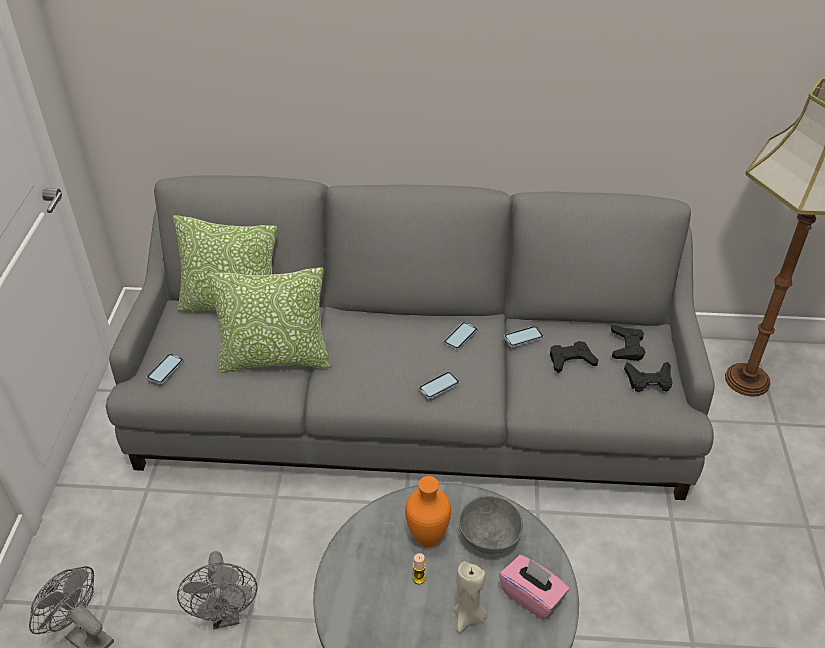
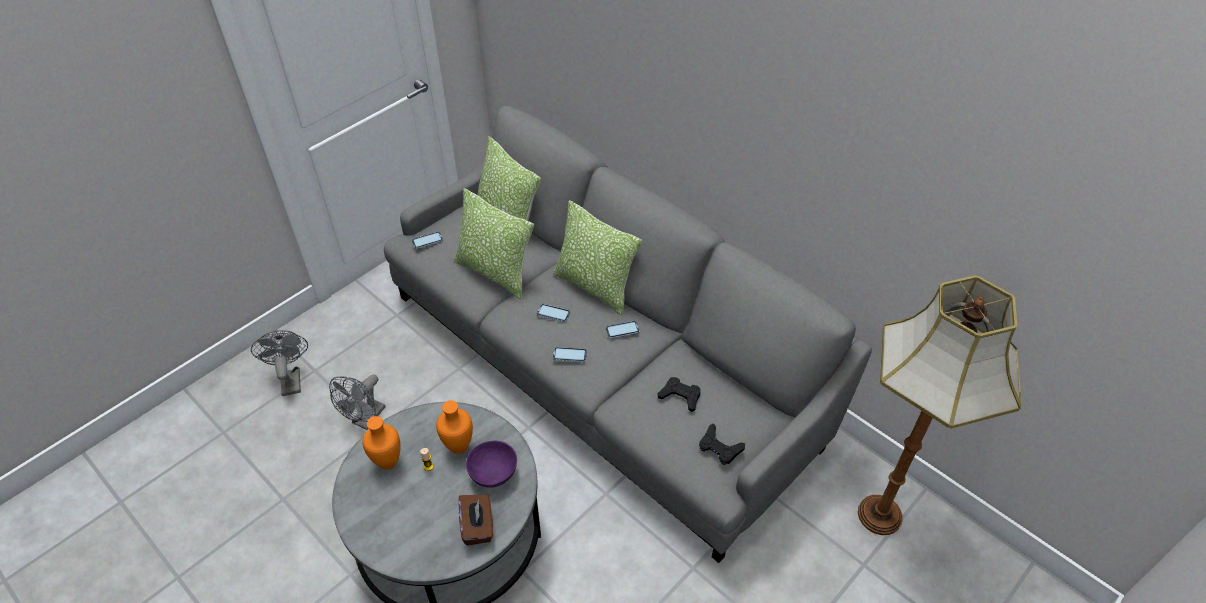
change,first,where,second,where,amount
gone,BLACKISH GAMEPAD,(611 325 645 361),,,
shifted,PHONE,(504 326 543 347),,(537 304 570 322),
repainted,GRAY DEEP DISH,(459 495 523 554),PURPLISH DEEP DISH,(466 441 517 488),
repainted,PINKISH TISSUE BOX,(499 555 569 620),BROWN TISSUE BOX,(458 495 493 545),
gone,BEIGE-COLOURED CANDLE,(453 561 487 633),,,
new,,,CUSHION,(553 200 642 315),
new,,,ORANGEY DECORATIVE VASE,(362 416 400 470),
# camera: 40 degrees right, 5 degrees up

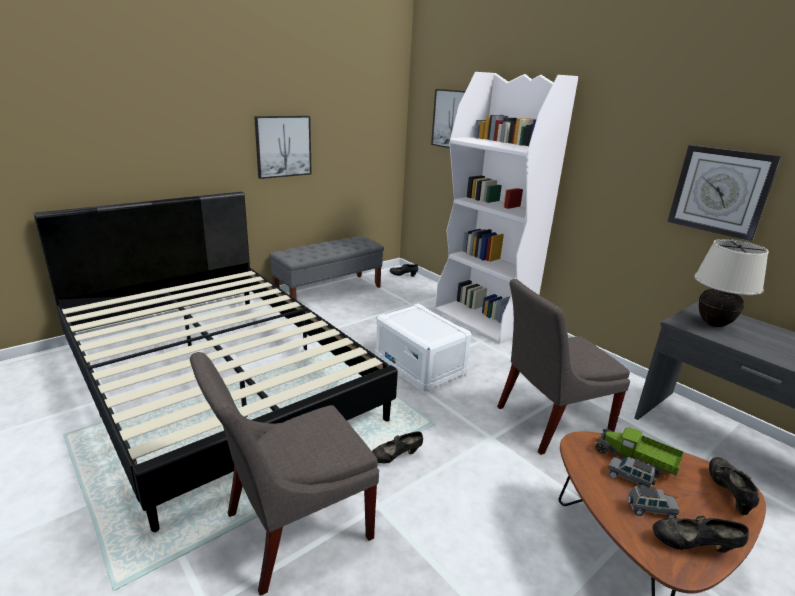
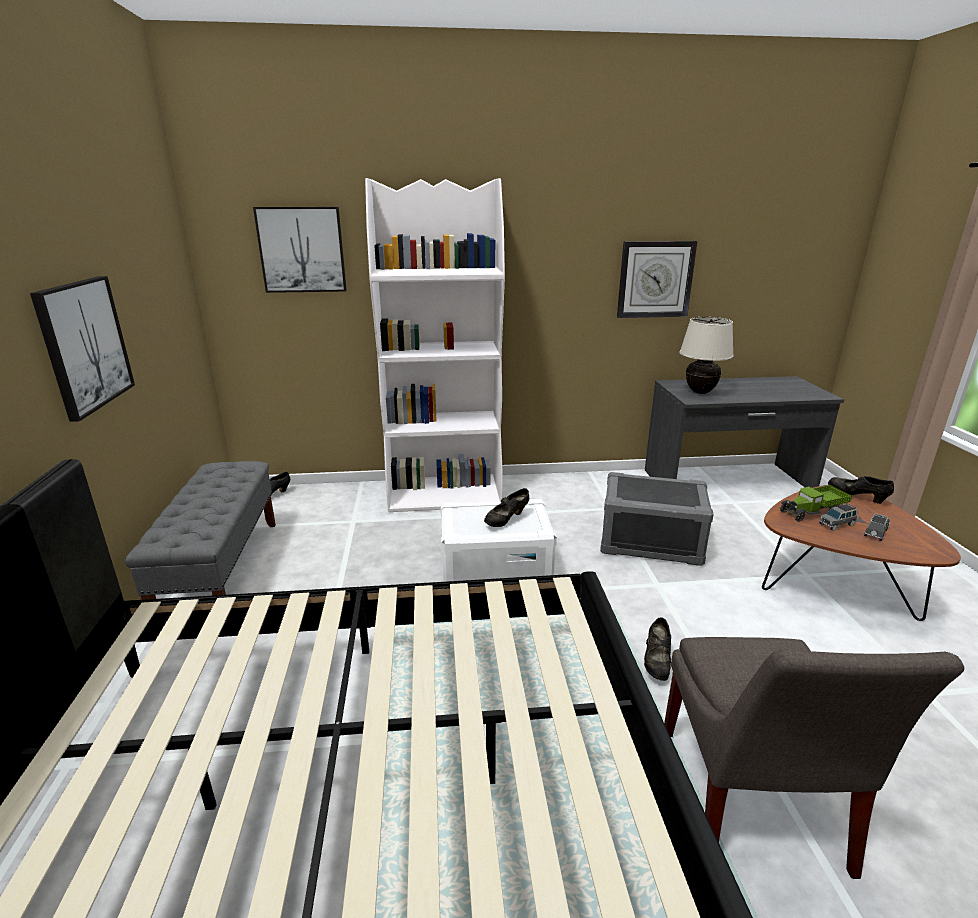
change,first,where,second,where,amount
swapped,GRAY UPRIGHT CHAIR,(497 279 630 455),GRAY STORAGE BIN,(600 472 714 566),
shifted,BLACKISH SHOE,(653 515 749 553),,(484 488 529 527),
# camera: 55 degrees left, 0 degrees up

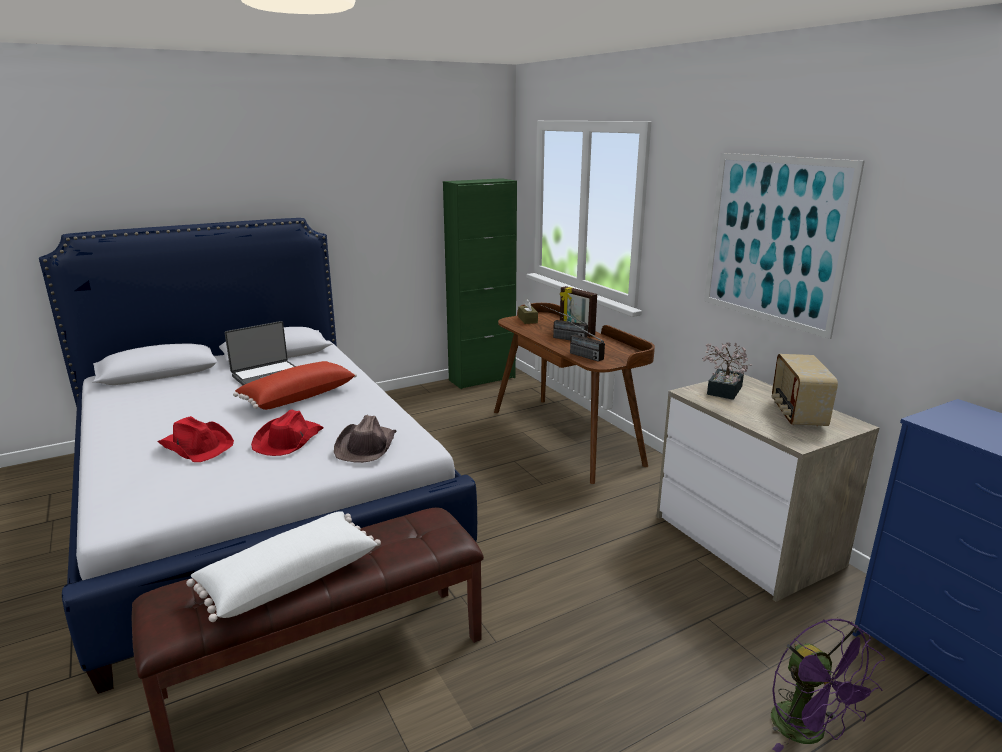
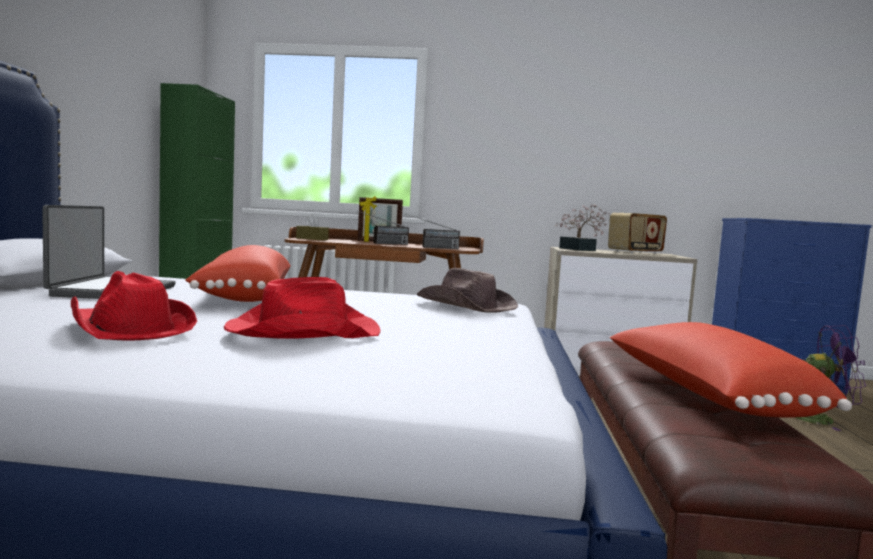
change,first,where,second,where,amount
gone,PICTURE,(704 153 865 339),,,
rotated,RADIO SET,(772 354 838 427),,(608 213 667 254),75 degrees counterclockwise
shifted,RED CLOTHING HAT,(251 410 324 456),,(71 271 197 340),
repainted,WHITISH CUSHION,(186 511 381 622),RED CUSHION,(610 322 852 418),
# camera: 55 degrees left, 15 degrees down

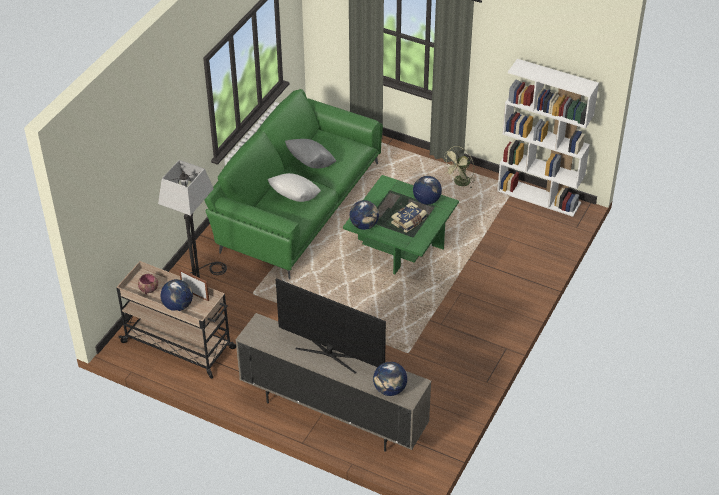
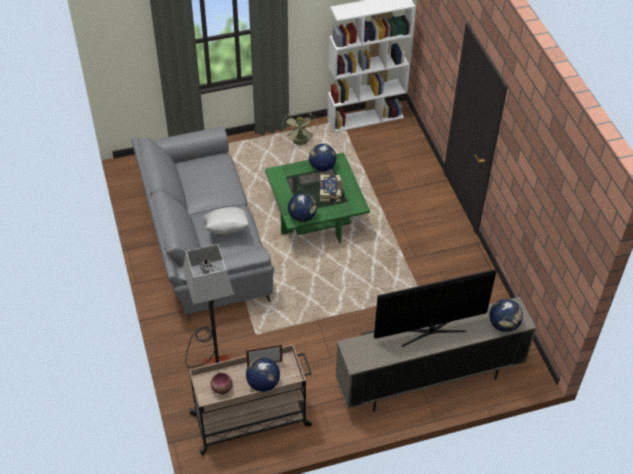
change,first,where,second,where,amount
repainted,GREEN-COLOURED SOFA,(204 89 383 279),GRAY SOFA,(131 127 274 322),
gone,GRAY CUSHION,(285 139 336 168),,,
# camera: 45 degrees left, 5 degrees up

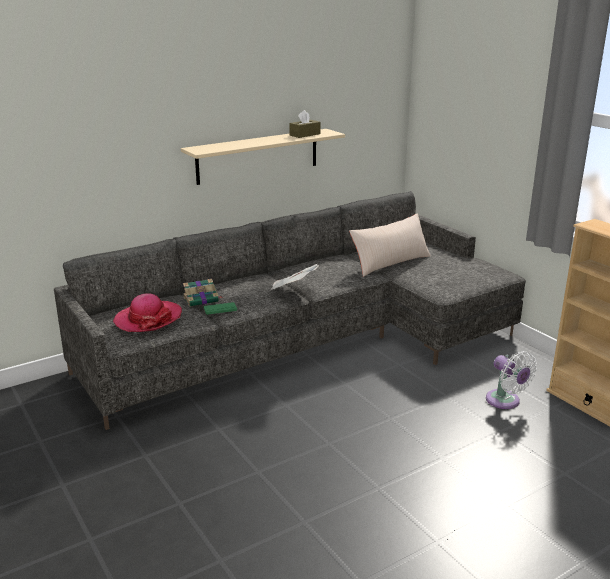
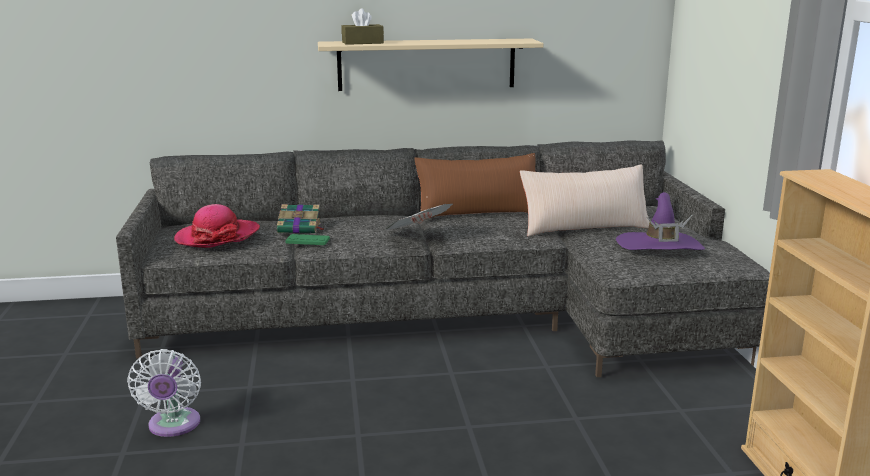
change,first,where,second,where,amount
shifted,BROWN TISSUE BOX,(289 110 321 138),,(342 8 384 45),
shifted,WHITISH COOLING FAN,(486 351 537 409),,(127 349 201 437),
new,,,BROWN CUSHION,(414 153 535 217),
new,,,PURPLISH CLOTHING HAT,(616 192 705 250),
# camera: 25 degrees right, 5 degrees down

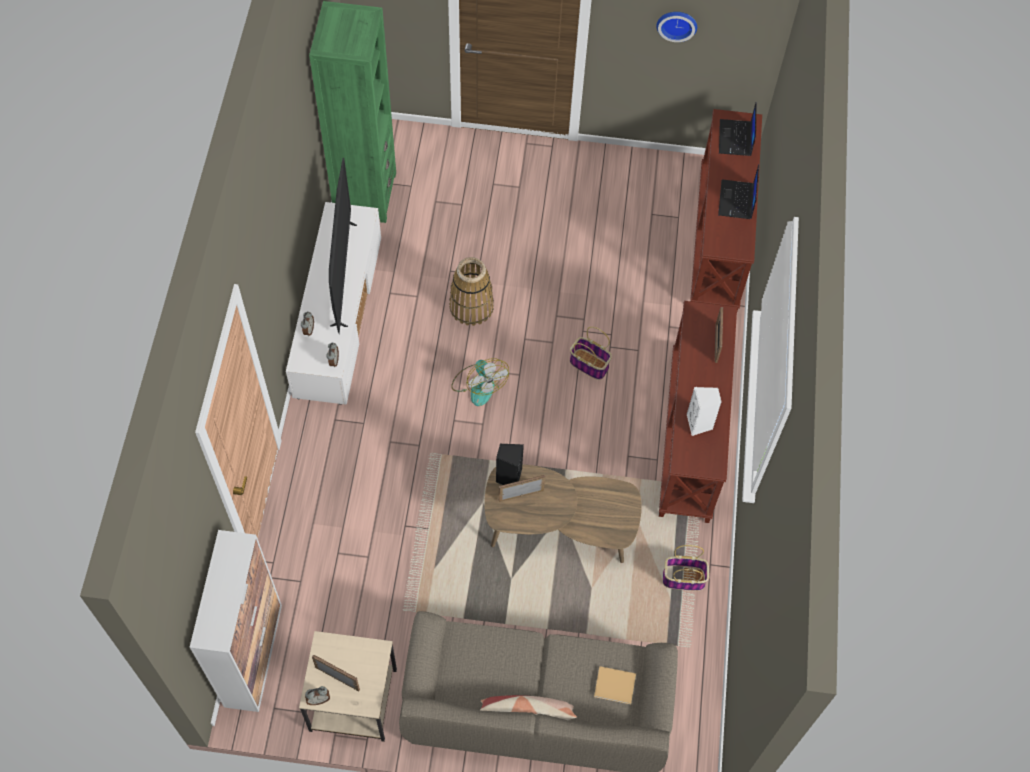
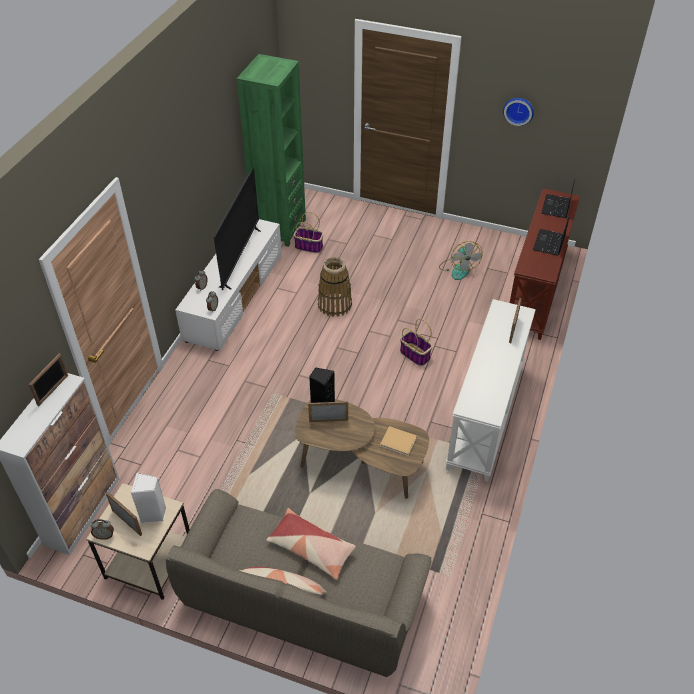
change,first,where,second,where,amount
repainted,BROWN HALL TABLE,(659 301 737 523),WHITISH HALL TABLE,(446 299 536 482),
shifted,COOLING FAN,(451 358 509 406),,(439 241 483 280),
shifted,WHITISH AUDIO SPEAKER,(687 387 722 436),,(131 473 166 524),
shifted,STORAGE BASKET,(663 545 710 591),,(294 212 323 253),
shifted,BEIGE-COLOURED BOOK,(594 666 636 705),,(380 426 417 456),
new,,,PHOTO FRAME,(28 354 68 406),
new,,,CUSHION,(266 508 356 580),
# camera: 15 degrees right, 15 degrees down

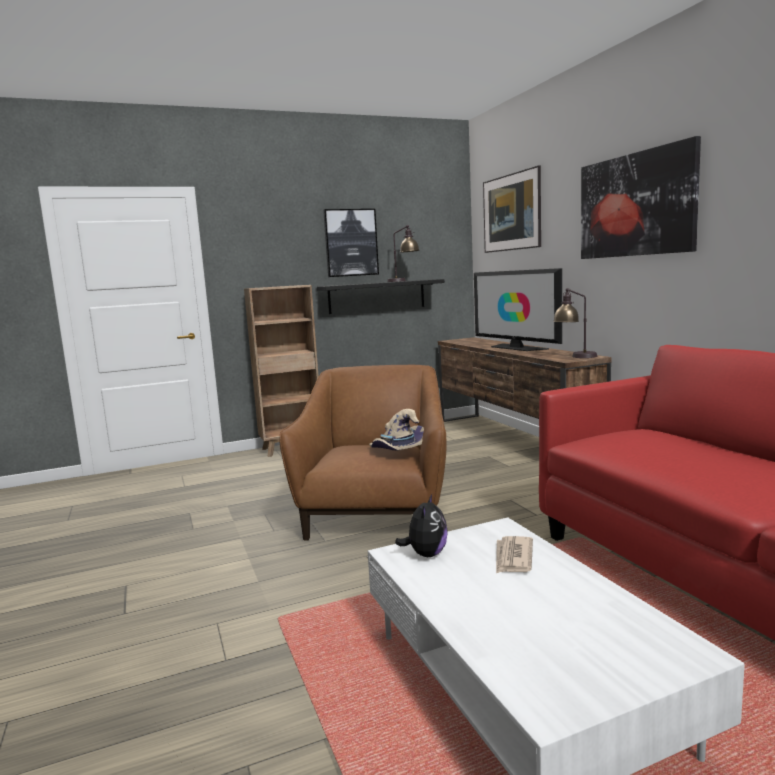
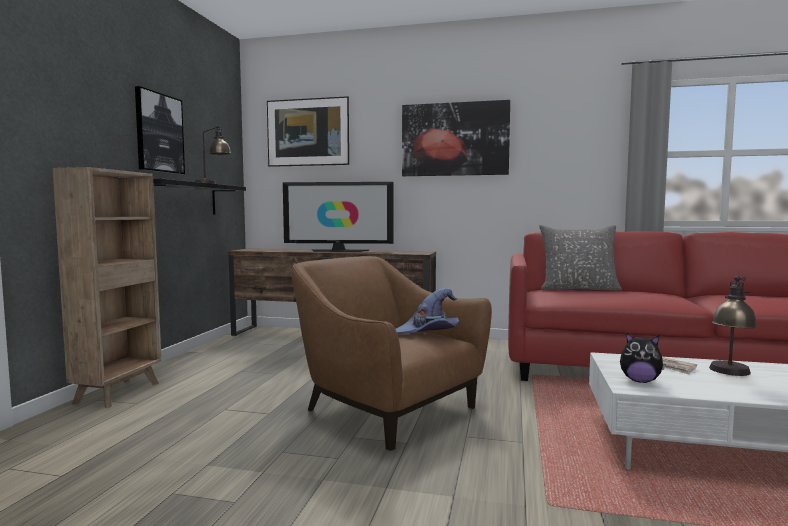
change,first,where,second,where,amount
shifted,TABLE LAMP,(554 288 598 358),,(709 276 757 376),
repainted,BEIGE-COLOURED CLOTHING HAT,(369 409 424 451),PURPLISH CLOTHING HAT,(396 288 459 334),
rotated,SOFT TOY,(395 494 448 557),,(620 333 665 383),150 degrees clockwise
new,,,GRAY CUSHION,(539 225 622 291),
# camera: 55 degrees left, 5 degrees down

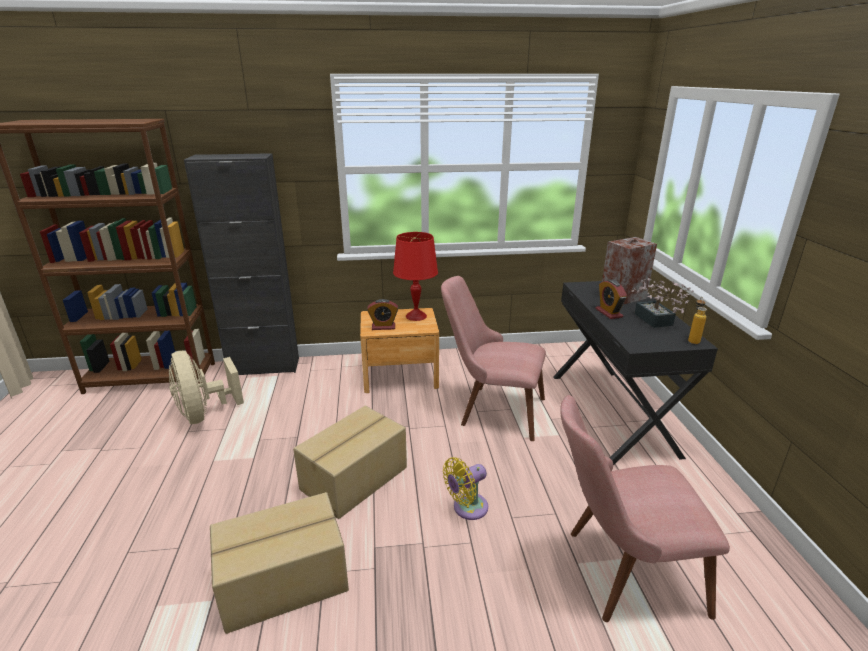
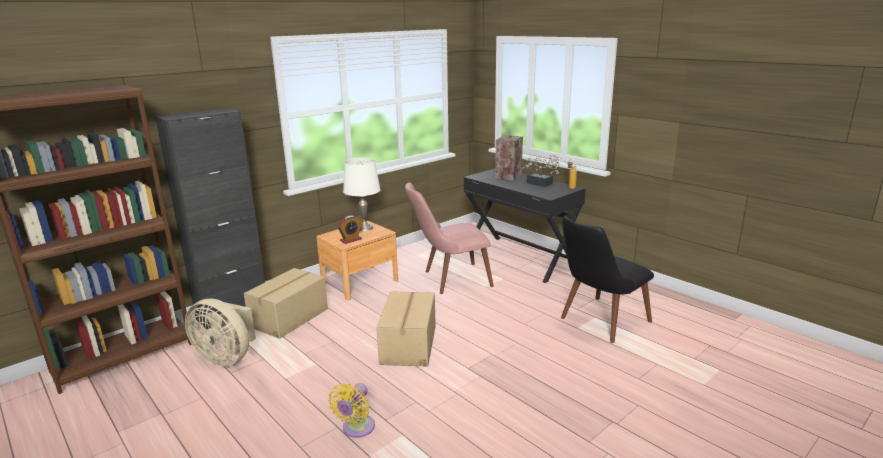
change,first,where,second,where,amount
repainted,RED TABLE LAMP,(393 232 438 321),WHITISH TABLE LAMP,(343 158 381 231),
gone,ALARM CLOCK,(595 279 627 319),,,
repainted,PINKISH UPRIGHT CHAIR,(560 395 730 622),BLACKISH UPRIGHT CHAIR,(561 216 654 343),
shifted,YELLOW COOLING FAN,(443 457 488 520),,(328 383 375 438),
shifted,CARTON,(210 492 349 634),,(244 268 328 339),
# camera: 35 degrees left, 5 degrees down

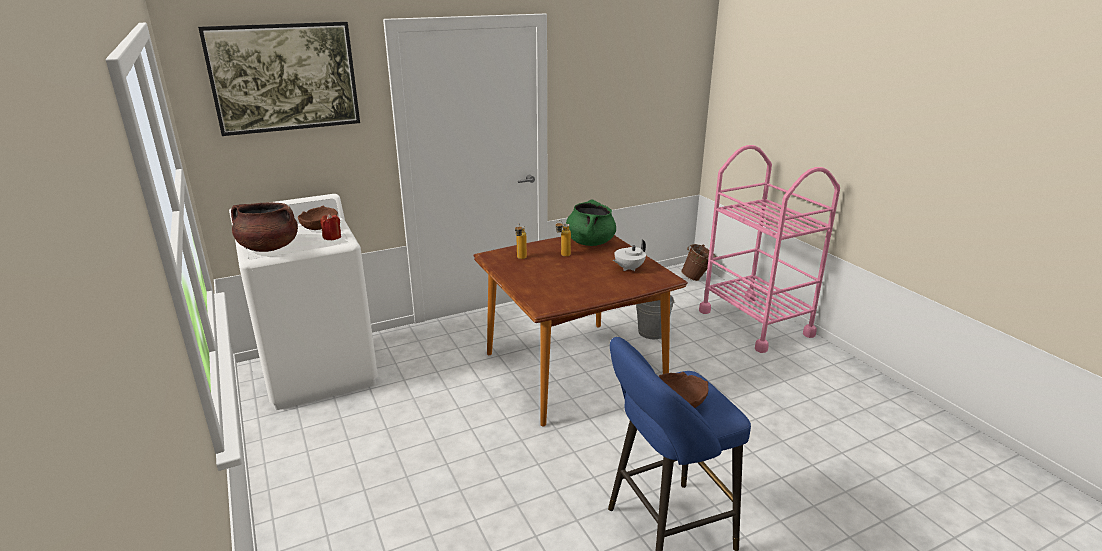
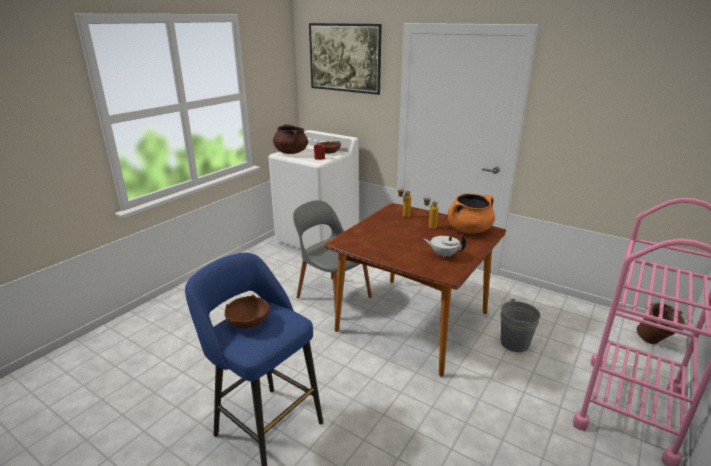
change,first,where,second,where,amount
repainted,GREEN-COLOURED COOKING POT,(566 199 616 246),ORANGEY COOKING POT,(448 193 495 234),
new,,,GRAY UPRIGHT CHAIR,(293 200 372 311),
# camera: 60 degrees right, 0 degrees up

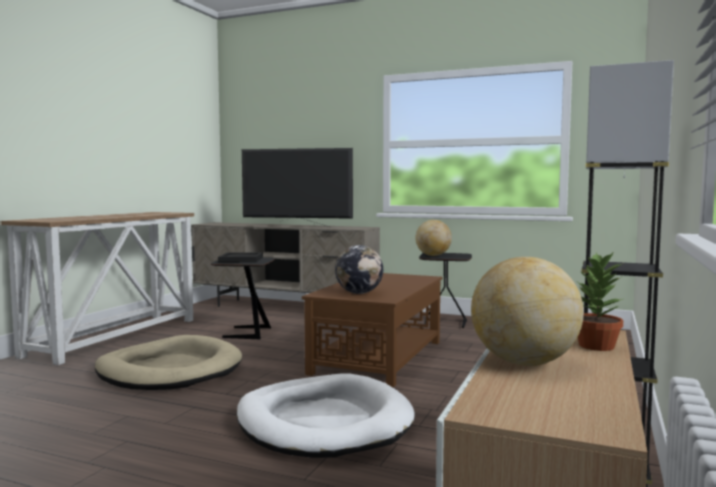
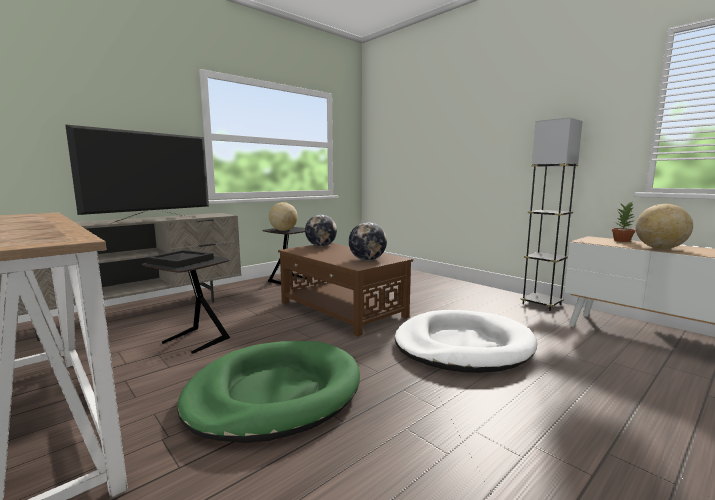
change,first,where,second,where,amount
repainted,BEIGE-COLOURED PET BED,(95 335 242 390),GREEN-COLOURED PET BED,(177 341 360 443),
new,,,DESK GLOBE,(305 214 337 246),
# camera: 65 degrees left, 5 degrees up

